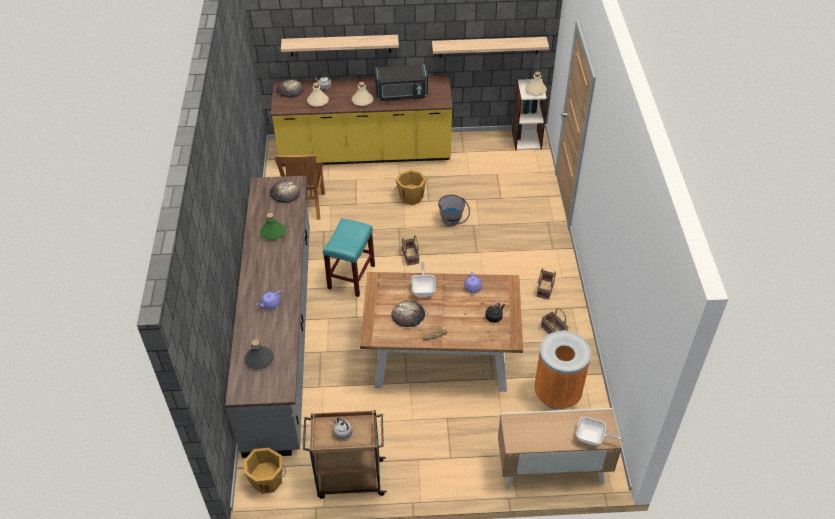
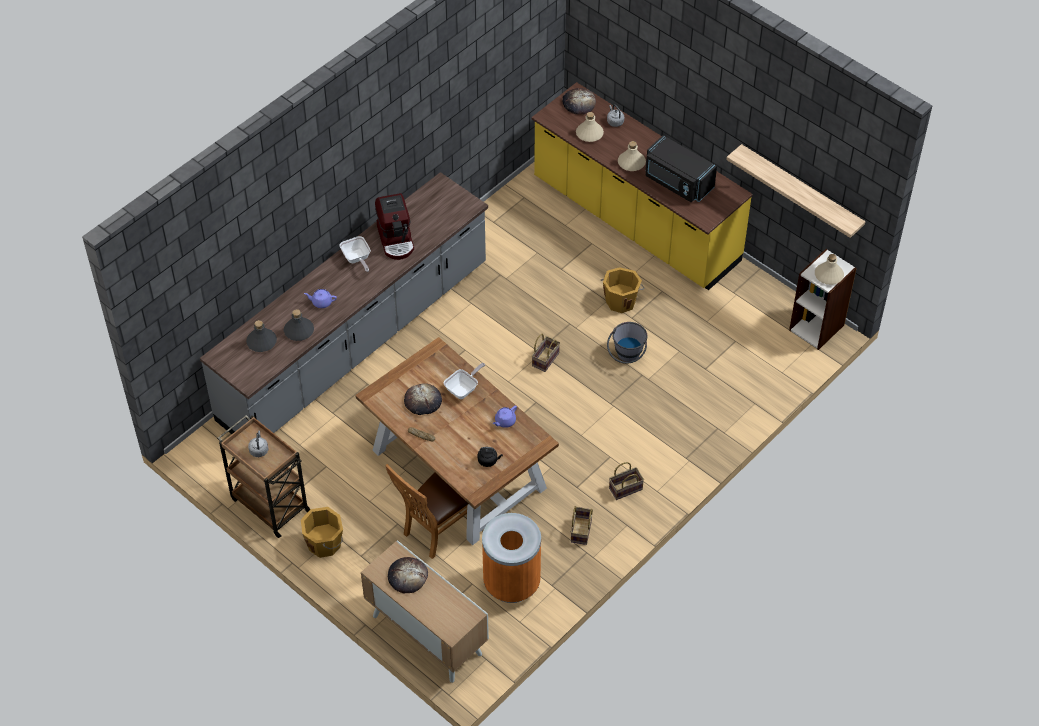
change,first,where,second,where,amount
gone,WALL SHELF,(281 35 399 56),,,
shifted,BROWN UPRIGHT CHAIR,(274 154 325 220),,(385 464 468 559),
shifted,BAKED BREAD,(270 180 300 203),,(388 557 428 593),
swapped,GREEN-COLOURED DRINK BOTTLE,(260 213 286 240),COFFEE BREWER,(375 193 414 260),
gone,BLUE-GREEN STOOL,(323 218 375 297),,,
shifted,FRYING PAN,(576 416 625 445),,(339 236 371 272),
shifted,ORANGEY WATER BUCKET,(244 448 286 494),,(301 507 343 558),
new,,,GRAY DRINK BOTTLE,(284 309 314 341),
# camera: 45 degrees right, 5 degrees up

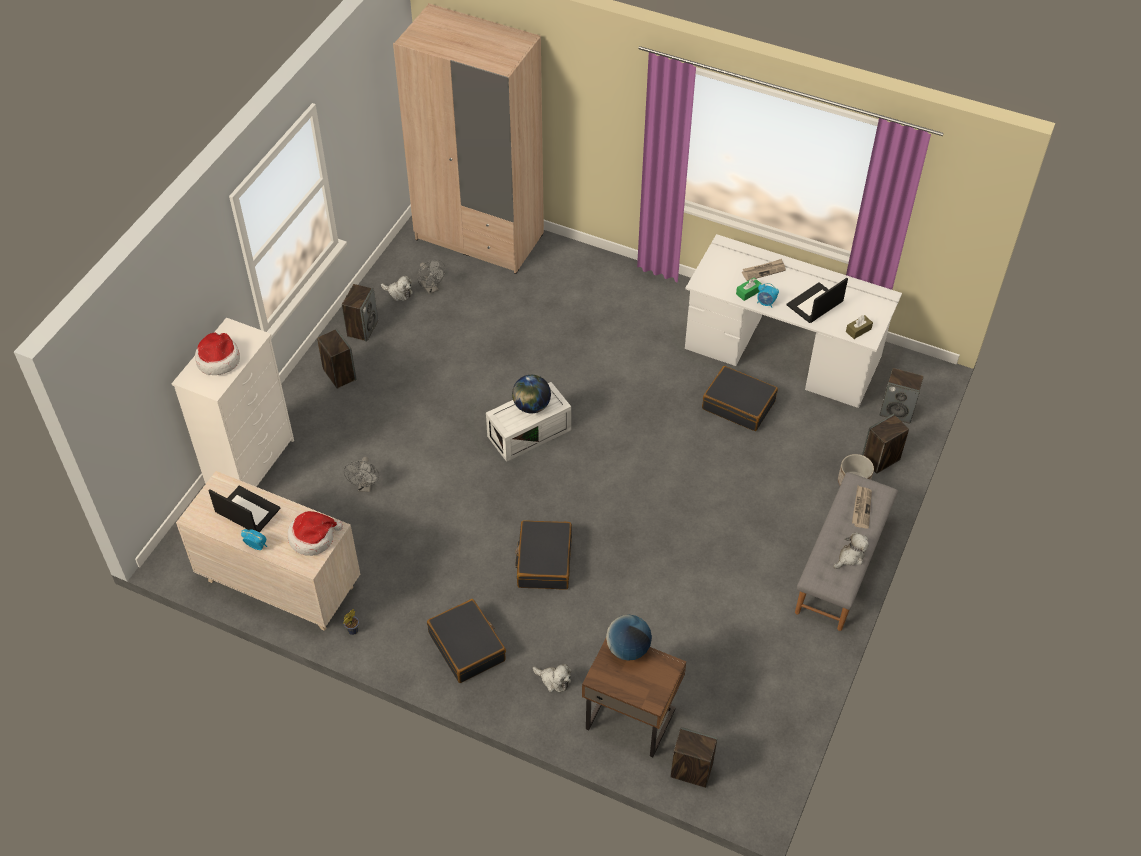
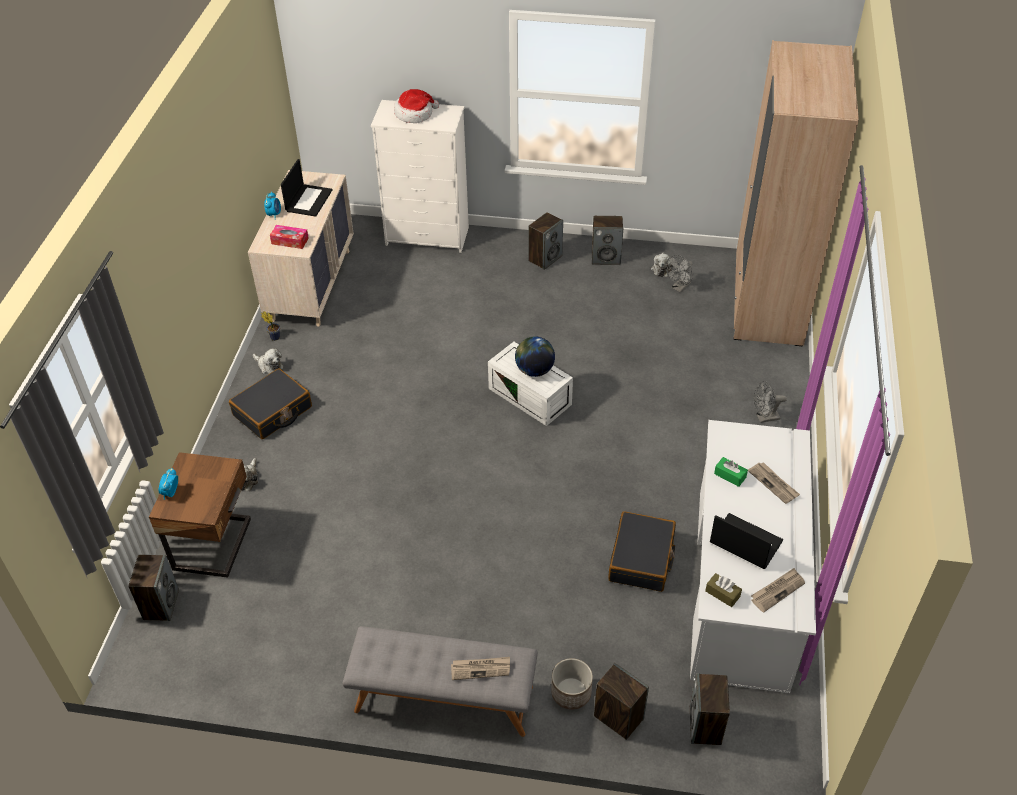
change,first,where,second,where,amount
shifted,ALARM CLOCK,(757 283 779 308),,(159 468 178 500),
shifted,GRAY COOLING FAN,(344 457 379 492),,(753 381 787 423),
swapped,CLOTHING HAT,(288 511 343 556),TISSUE BOX,(270 225 309 249),
gone,BLACKISH SUITCASE,(515 520 572 590),,,
shifted,SOFT TOY,(833 532 869 569),,(253 348 284 374),
gone,DESK GLOBE,(606 615 652 661),,,
new,,,NEWSPAPER,(751 568 805 613),
# camera: 75 degrees right, 5 degrees down

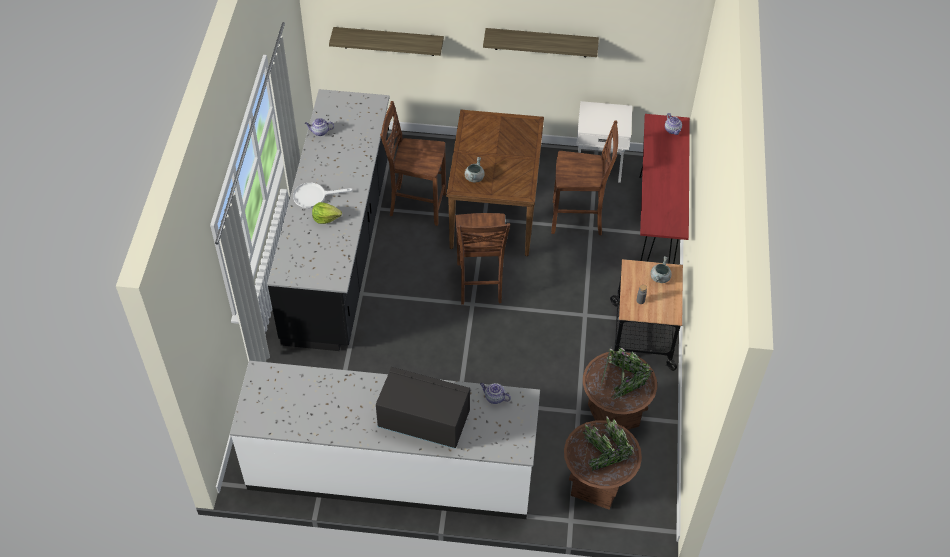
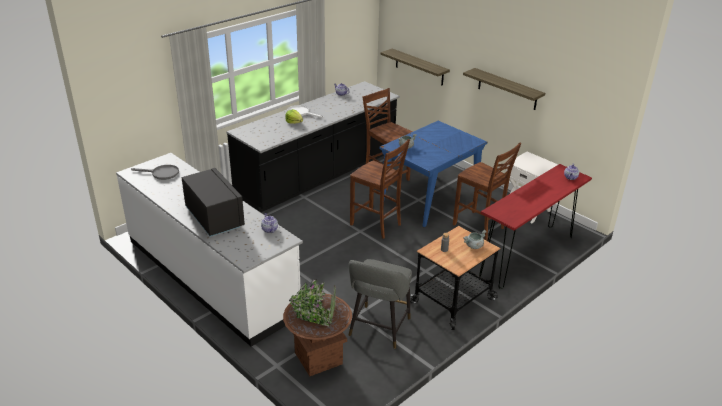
change,first,where,second,where,amount
repainted,BROWN DINNER TABLE,(446 109 544 256),BLUISH DINNER TABLE,(379 121 487 227),
rotated,BROWN UPRIGHT CHAIR,(455 213 510 305),,(350 139 410 239),90 degrees counterclockwise
swapped,BROWN PLANTER,(583 346 657 430),GRAY STOOL,(348 259 412 349),
new,,,GRAY FRYING PAN,(131 165 179 180),
# camera: 40 degrees right, 20 degrees down

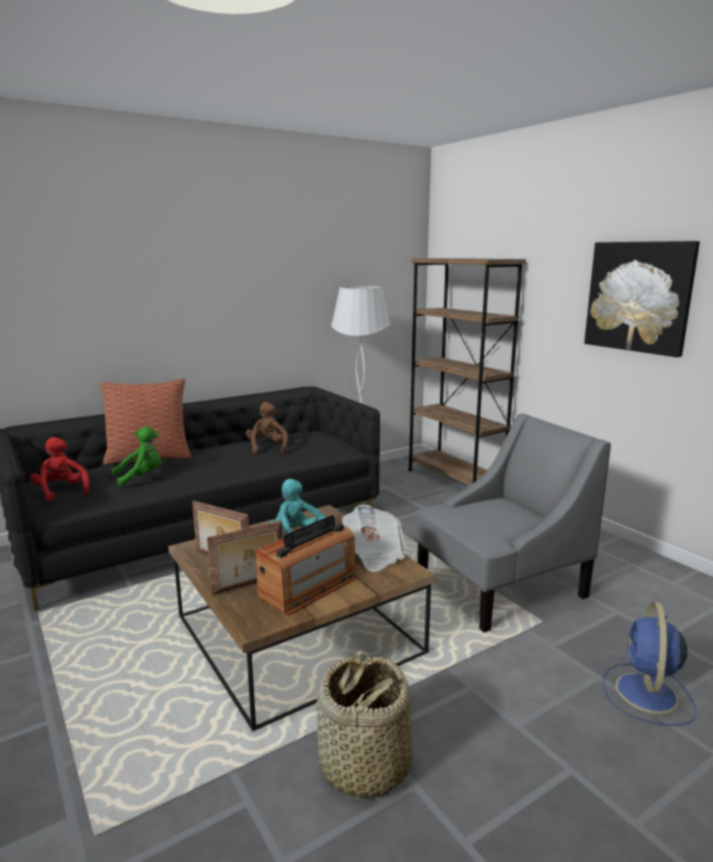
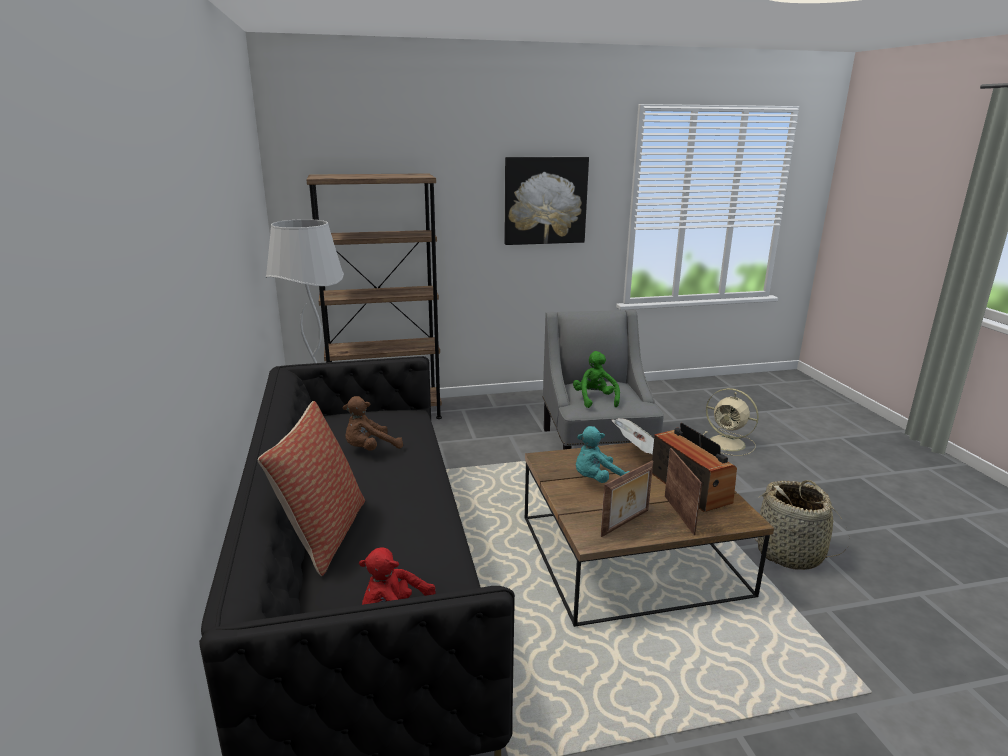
change,first,where,second,where,amount
rotated,BROWN SOFT TOY,(246 402 288 454),,(343 396 403 451),45 degrees counterclockwise
shifted,GREEN-COLOURED SOFT TOY,(112 426 161 487),,(573 351 620 408),
repainted,BLUISH COOLING FAN,(603 602 697 726),BEIGE-COLOURED COOLING FAN,(703 388 759 456),
# camera: 70 degrees left, 5 degrees up

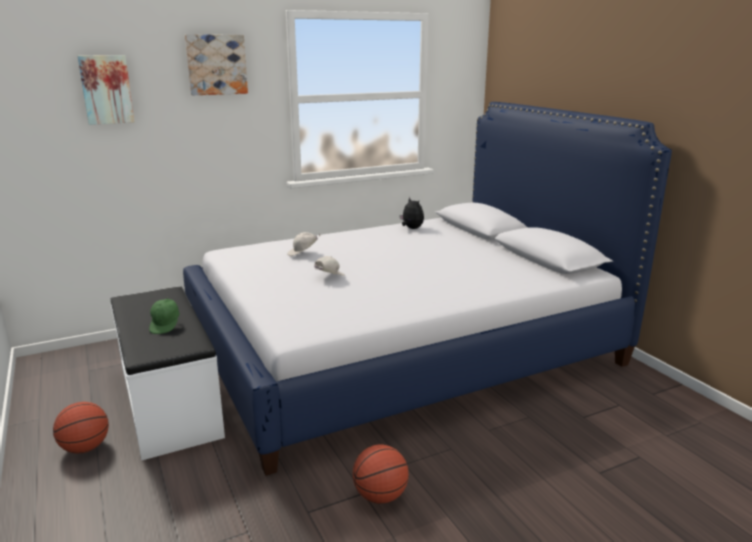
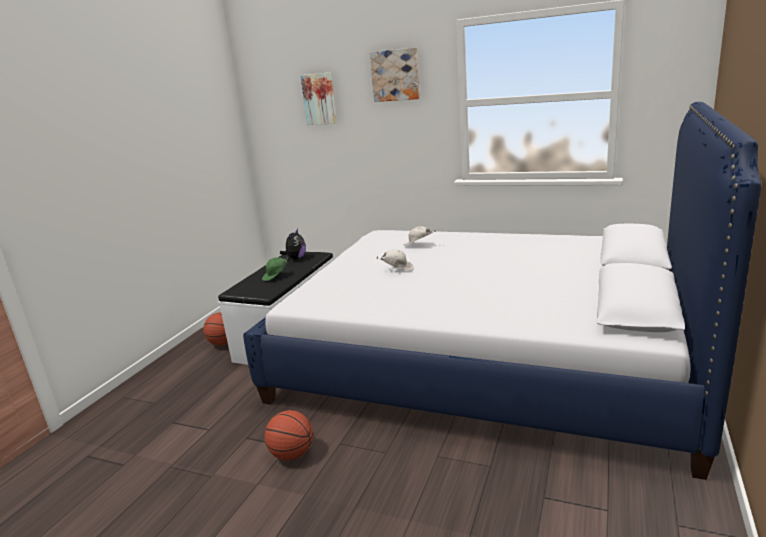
change,first,where,second,where,amount
shifted,SOFT TOY,(400 197 424 229),,(280 229 306 260),
# camera: 50 degrees right, 0 degrees up

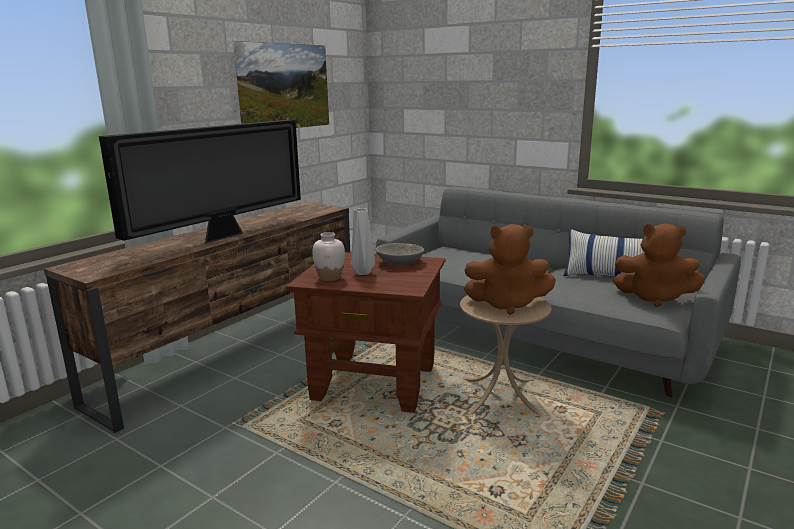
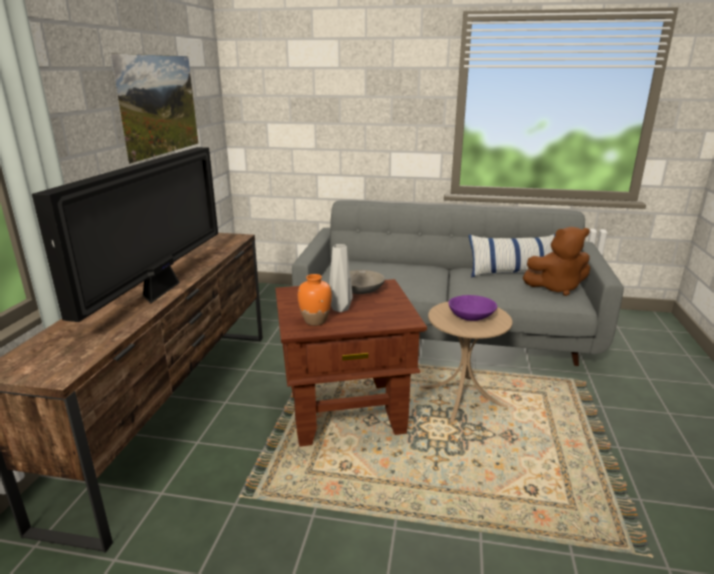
change,first,where,second,where,amount
swapped,BROWN SOFT TOY,(464 224 556 315),PURPLISH DEEP DISH,(448 295 497 321),
repainted,WHITISH DECORATIVE VASE,(312 232 345 281),ORANGEY DECORATIVE VASE,(298 274 332 326),
# camera: 25 degrees left, 5 degrees up

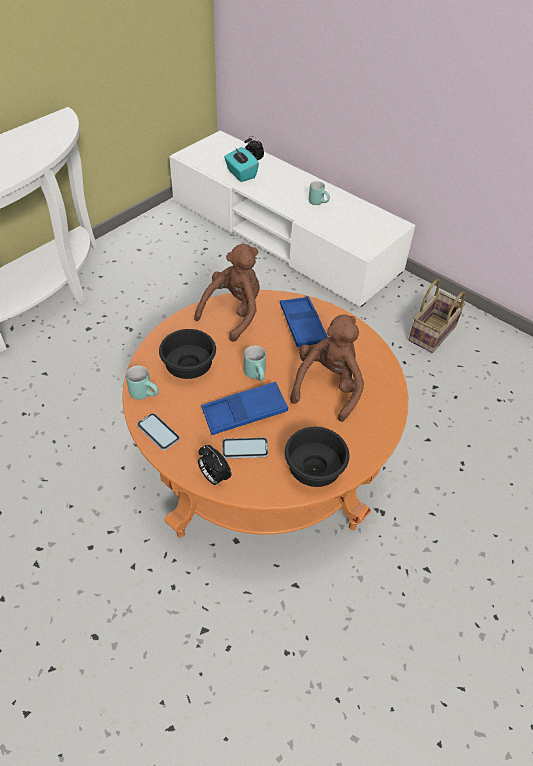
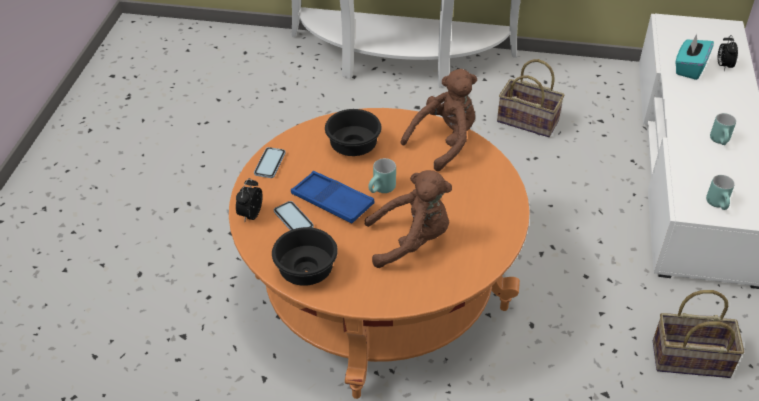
change,first,where,second,where,amount
rotated,BROWN SOFT TOY,(194 244 260 342),,(401 69 477 171),45 degrees counterclockwise
gone,BLUISH TRAY,(280 296 328 347),,,
shifted,BLUE-GREEN COFFEE MUG,(126 366 159 400),,(706 175 735 210),
new,,,STORAGE BASKET,(497 59 565 137),
# camera: 60 degrees right, 5 degrees down

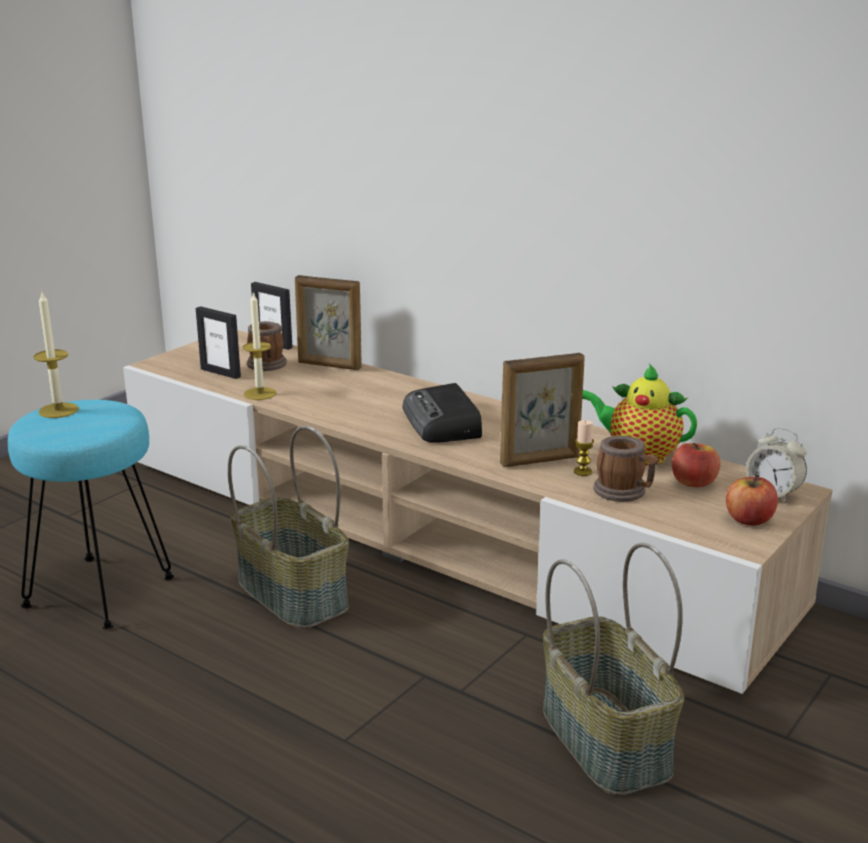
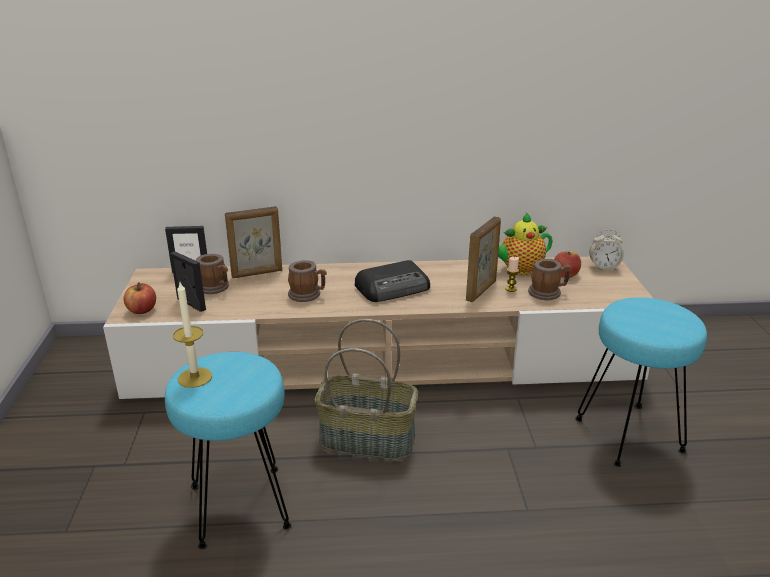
change,first,where,second,where,amount
gone,CANDLE,(243 291 277 400),,,
rotated,PHOTO FRAME,(196 306 241 379),,(170 251 206 312),135 degrees counterclockwise
rotated,RADIO SET,(403 383 482 443),,(355 260 430 302),60 degrees counterclockwise
shifted,WHOLE APPLE,(726 474 778 526),,(124 282 156 314),
swapped,STORAGE BASKET,(543 543 685 795),BLUE-GREEN STOOL,(575 297 707 467),
new,,,COFFEE MUG,(288 260 327 302),
# camera: 40 degrees left, 5 degrees up

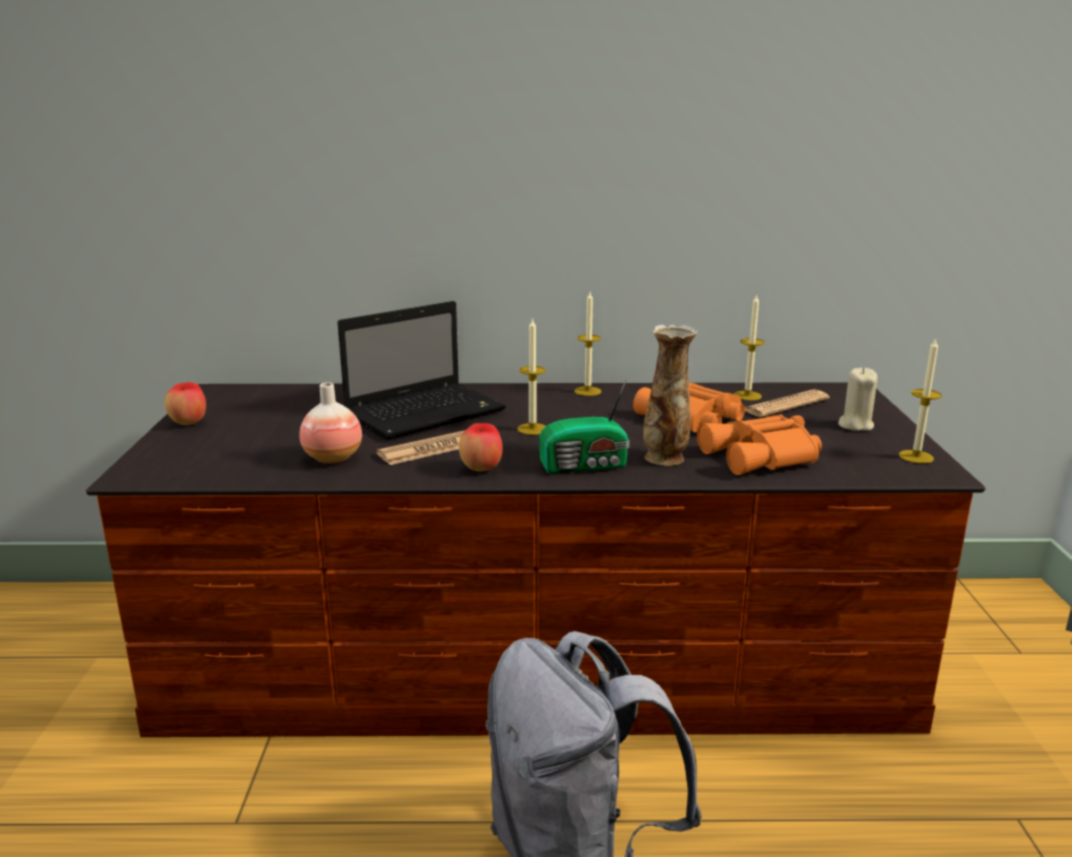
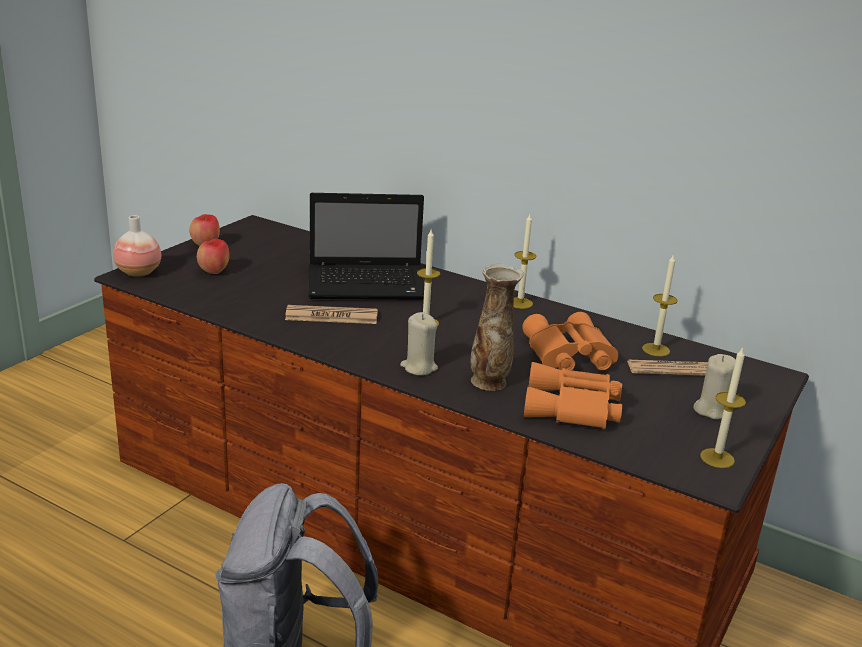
change,first,where,second,where,amount
swapped,RADIO SET,(539 378 629 474),BEIGE-COLOURED CANDLE,(400 312 438 375),
shifted,DECORATIVE VASE,(299 382 362 464),,(113 215 161 277),
shifted,WHOLE APPLE,(459 423 503 471),,(197 239 230 274),
# camera: 30 degrees right, 5 degrees up

